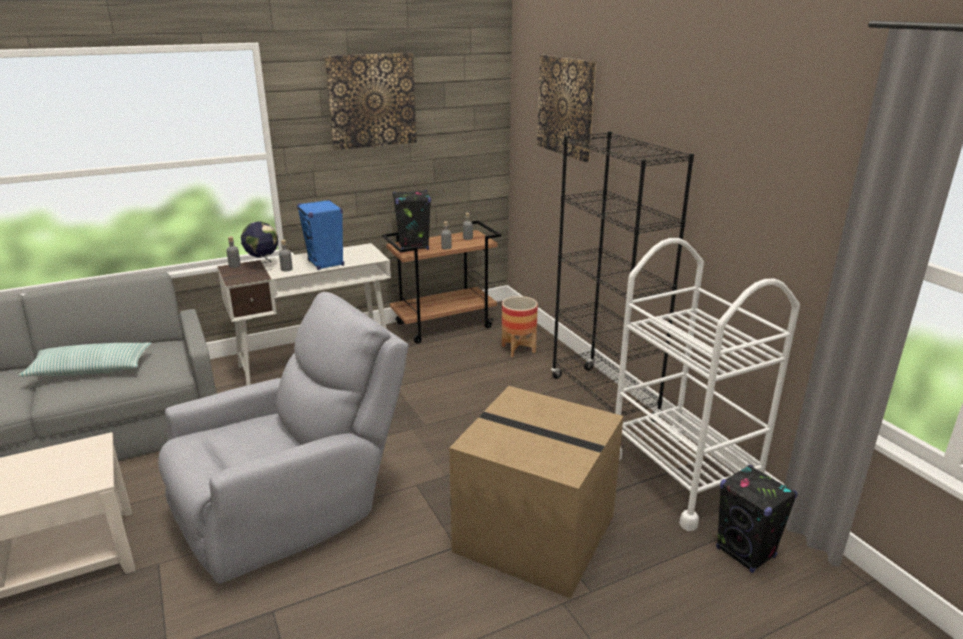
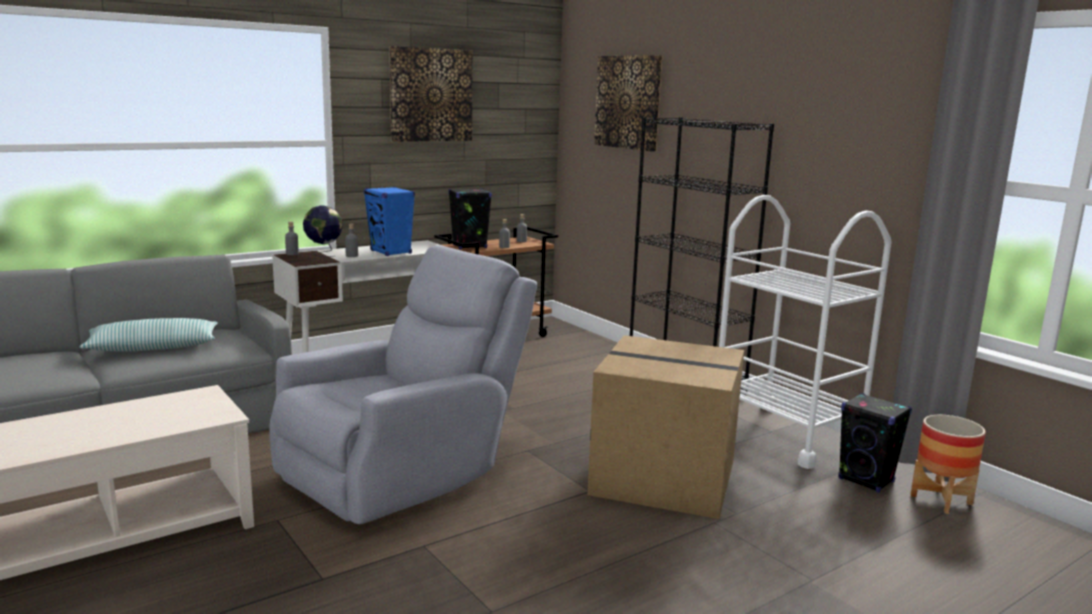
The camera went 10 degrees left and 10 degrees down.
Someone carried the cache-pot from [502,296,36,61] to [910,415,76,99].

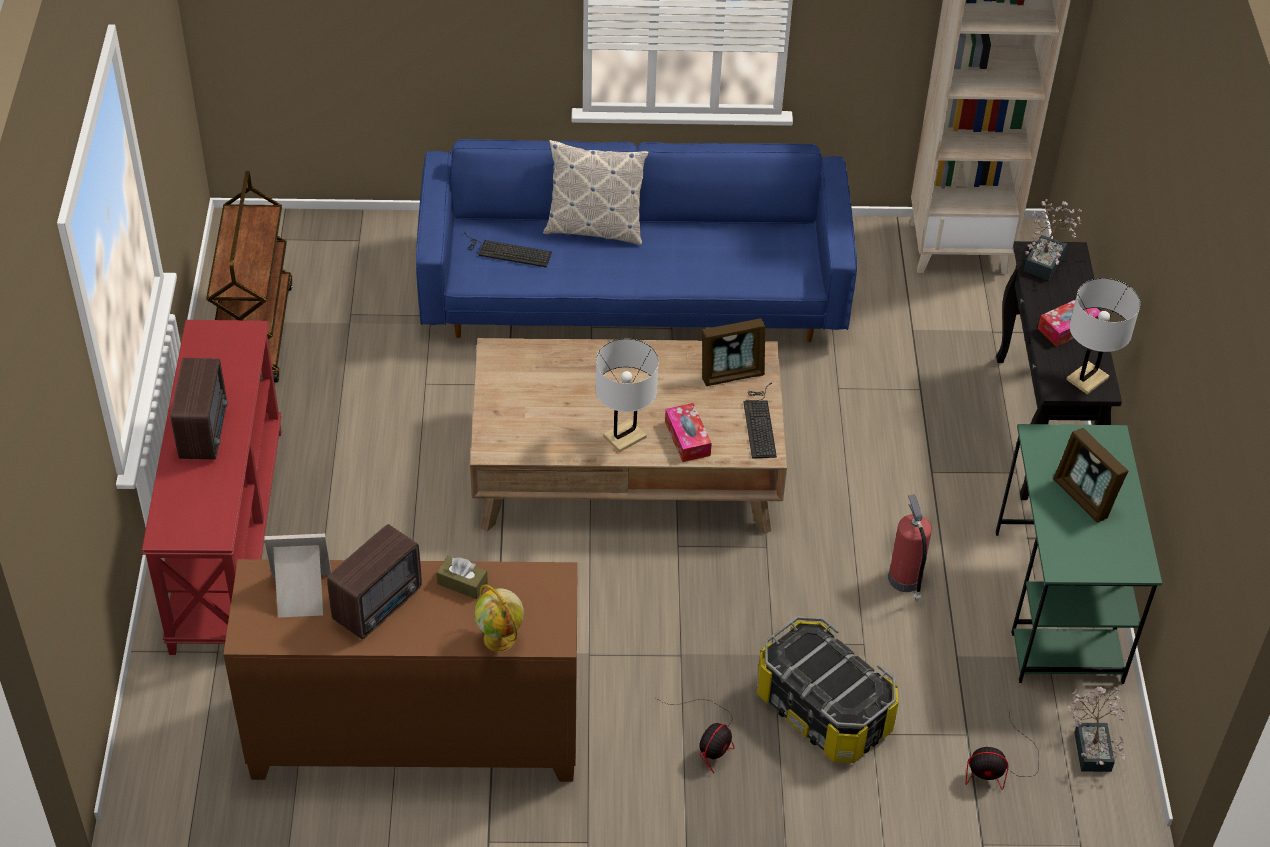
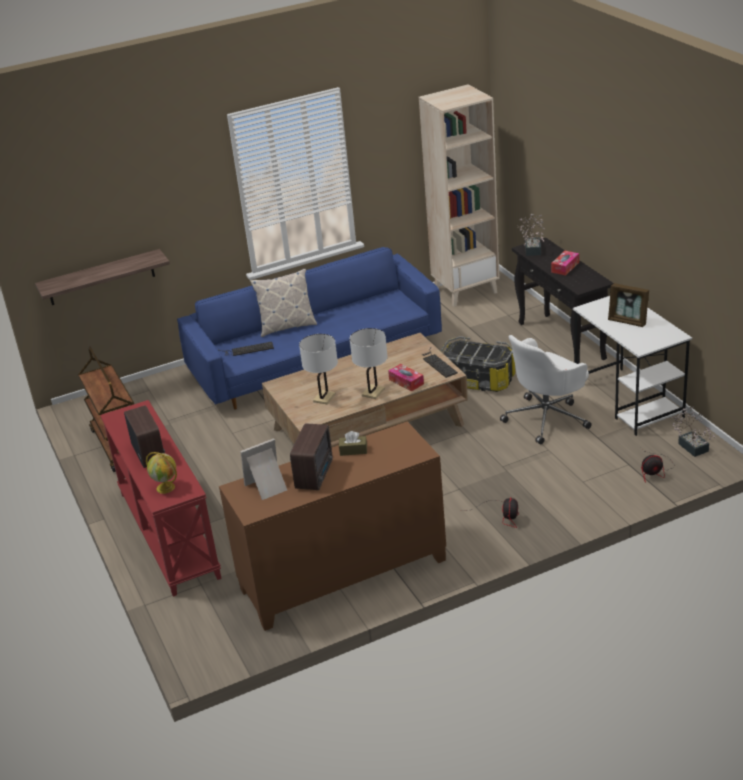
The camera went 20 degrees left and 15 degrees down.
Someone carried the globe from [474,585,50,67] to [146,452,31,42].
Someone took away the cadre photo at [702,318,64,68].
Someone carried the boîte de rangement from [757,616,142,147] to [440,336,75,56].
Someone swapped the extincteur at [888,494,44,108] for the chaise de bureau/blanc at [500,335,92,109].
Someone repainted the bureau/vert at [995,424,167,260], which became the bureau/blanc at [573,296,119,140].
Someone carried the lampe de table/blanc from [1066,278,74,117] to [299,334,39,70].
Someone put up the étagère at [35,249,135,56].

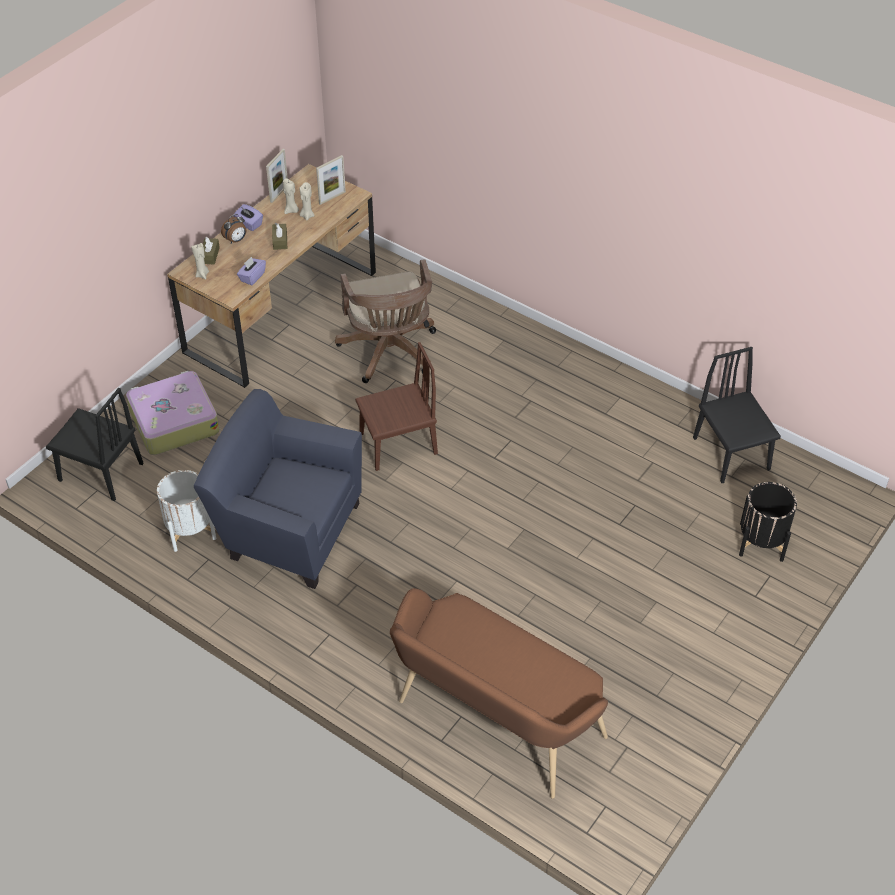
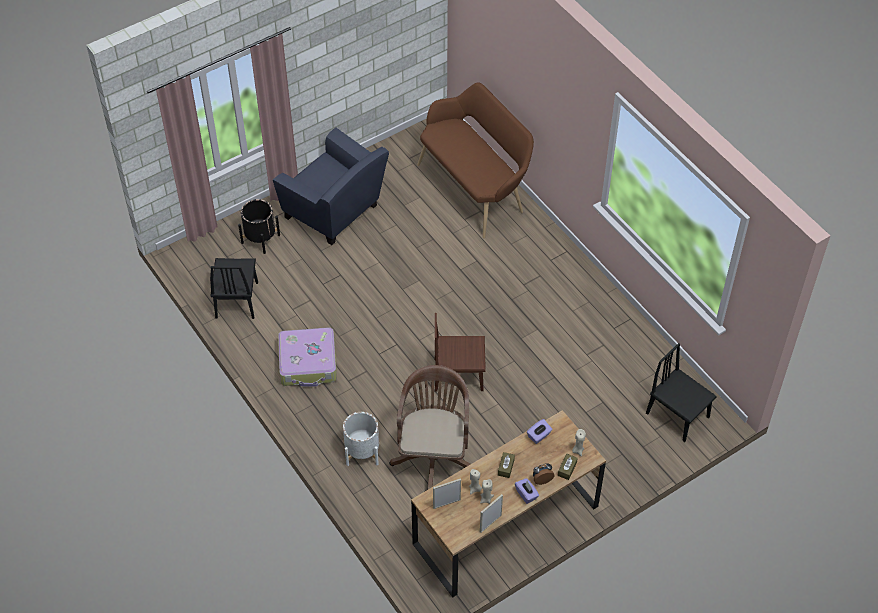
The camera went 160 degrees left and 5 degrees up.
Someone carried the valise from [126,371,94,84] to [278,327,59,60].
Someone carried the cache-pot/blanc from [157,470,59,82] to [343,412,36,54].
Someone carried the fauteuil/bleu from [194,389,168,200] to [273,127,116,118].

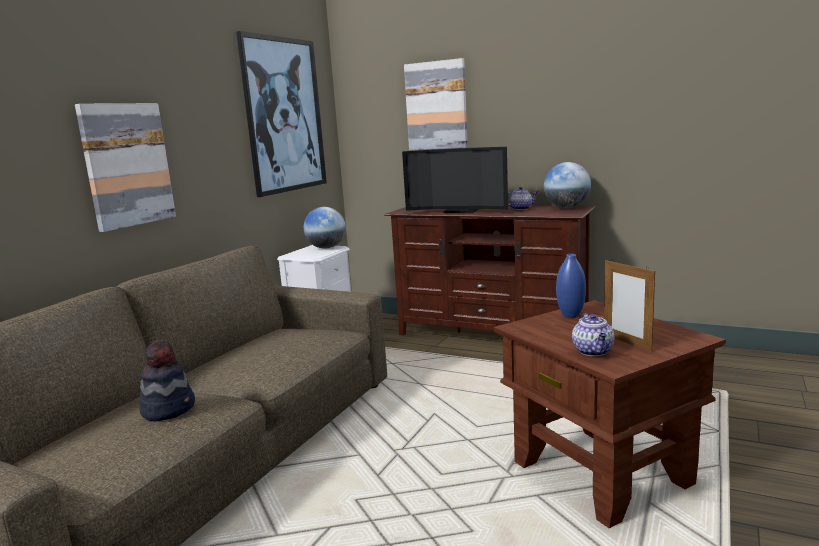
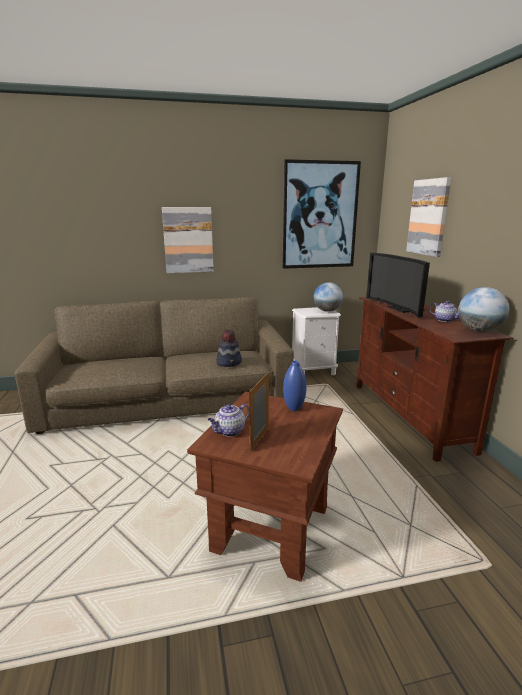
The camera went 50 degrees right and 5 degrees up.
Someone carried the chapeau from [140,340,55,81] to [216,329,26,38].

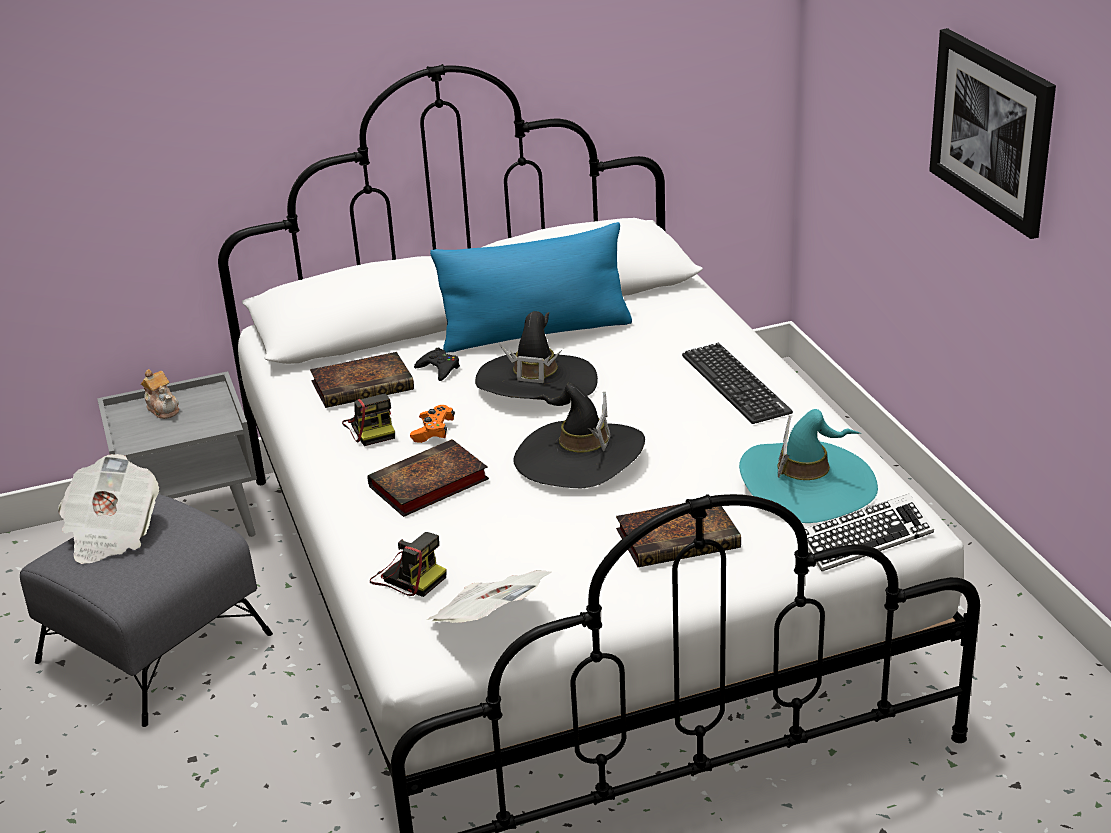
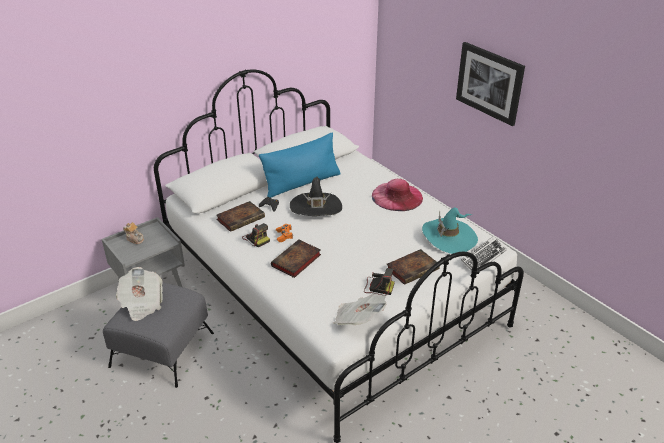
The camera went 20 degrees left and 5 degrees up.
Someone carried the appareil photo from [370,532,76,65] to [364,268,31,28].
Someone took away the chapeau/noir at [513,383,132,105].
Someone swapped the clavier at [682,343,111,81] for the chapeau/rose at [372,179,51,32].

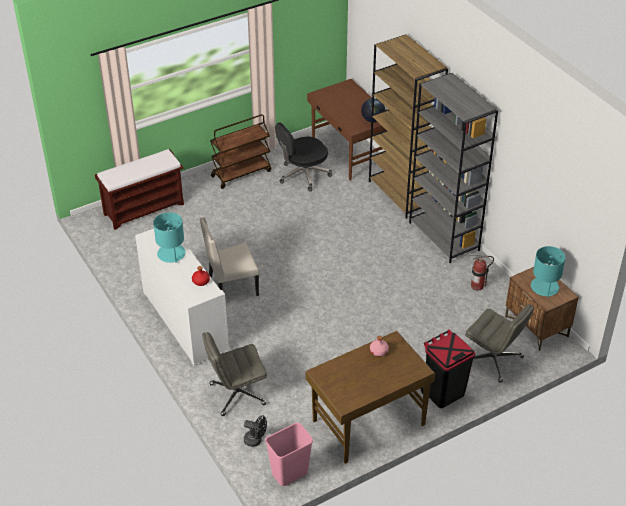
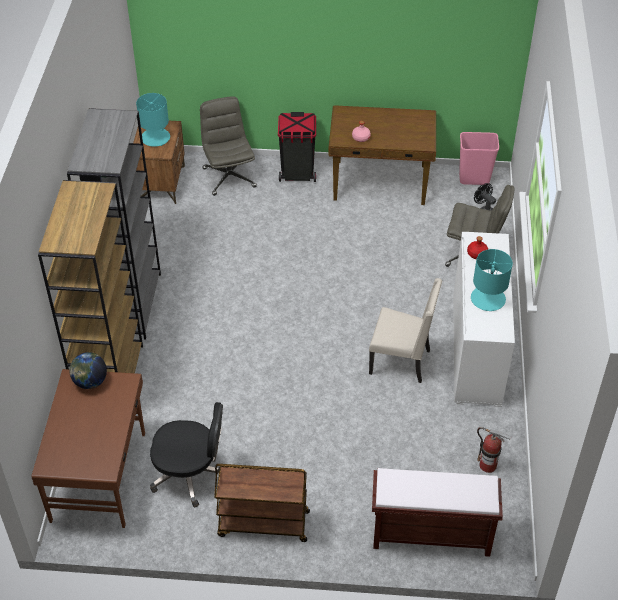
The camera went 145 degrees left and 5 degrees up.
Someone carried the extincteur from [469,253,25,37] to [477,427,34,46].

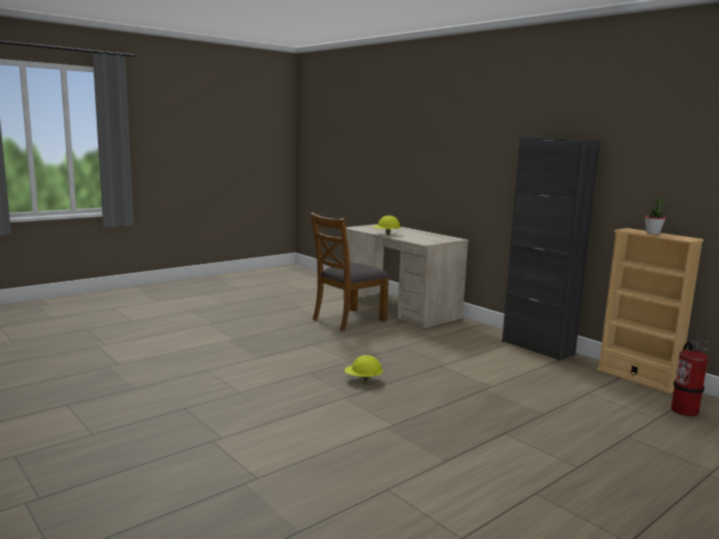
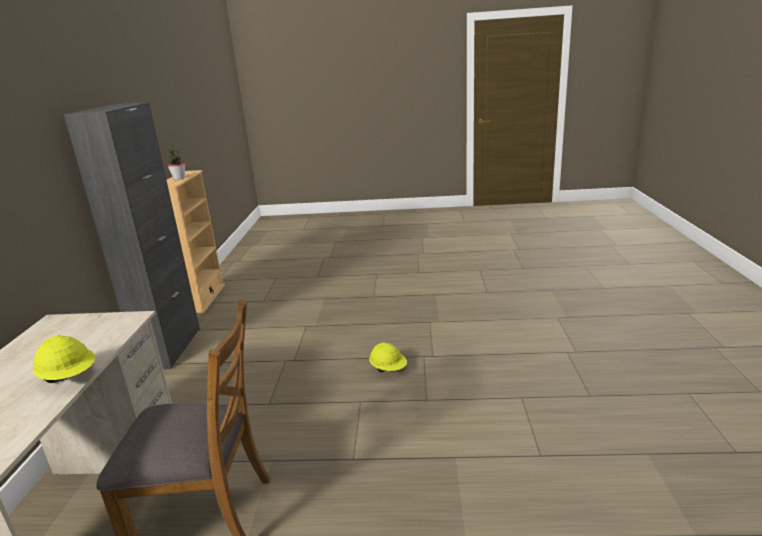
The camera went 135 degrees left and 10 degrees up.
Someone took away the extincteur at [671,341,38,75].

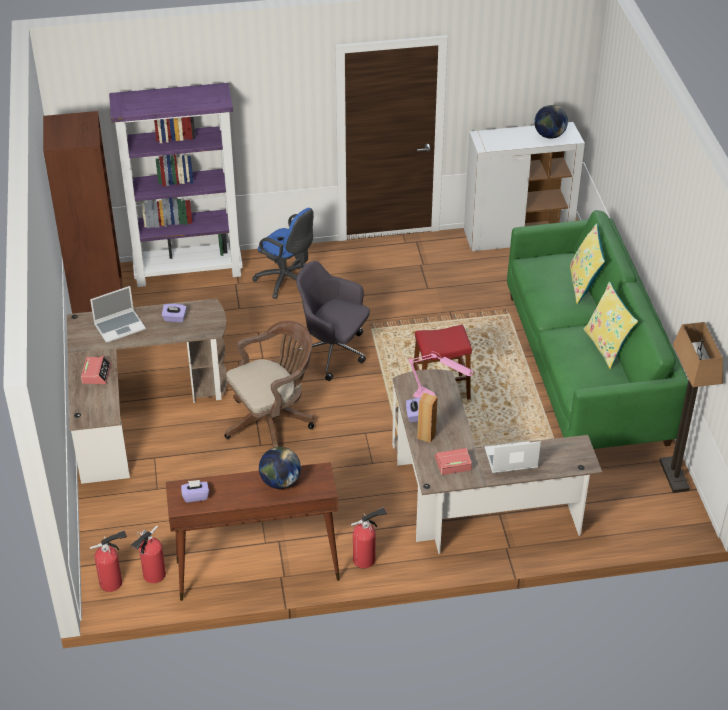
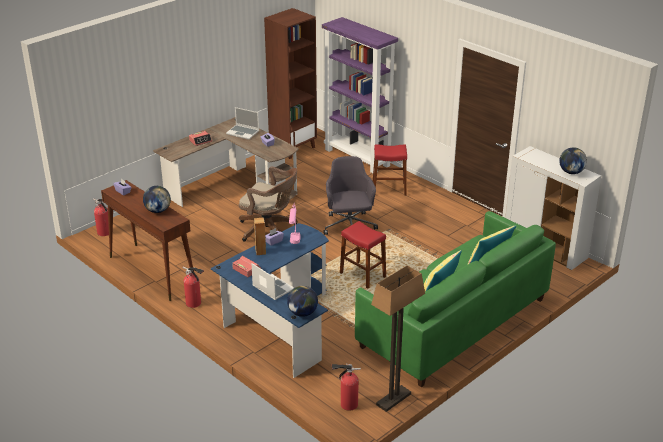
The camera went 55 degrees right and 10 degrees down.
Someone carried the extincteur from [131,525,35,58] to [332,363,29,48].
Someone swapped the chaise de bureau/bleu at [252,208,62,91] for the tabouret/rouge at [373,144,34,52].
Someone repainted the bureau/marron at [392,369,210,185], which became the bureau/bleu at [211,223,118,155].
Someone put down the globe at [287,286,31,31].

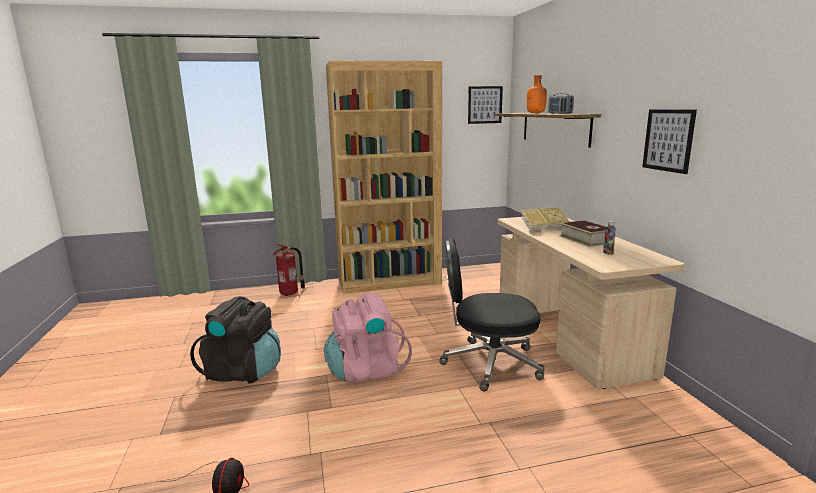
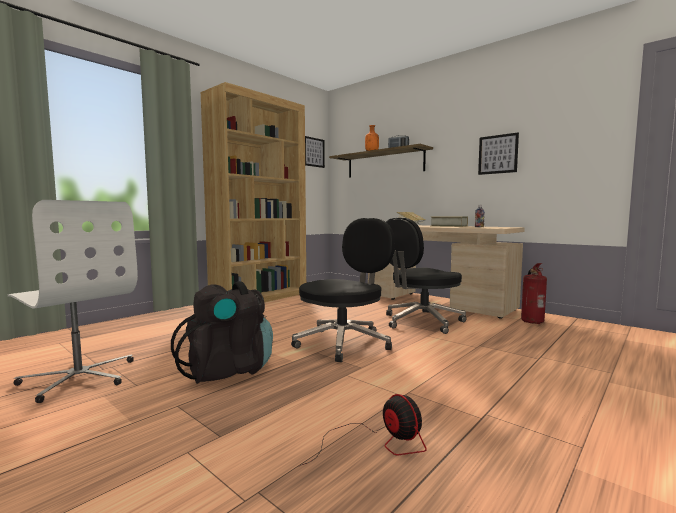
The camera went 35 degrees left and 10 degrees down.
Someone carried the extincteur from [273,244,32,52] to [521,263,26,61].
Someone swapped the sac à dos/rose at [324,293,88,90] for the chaise de bureau/noir at [291,218,104,144].
Someone put down the chaise de bureau/blanc at [8,200,130,203].

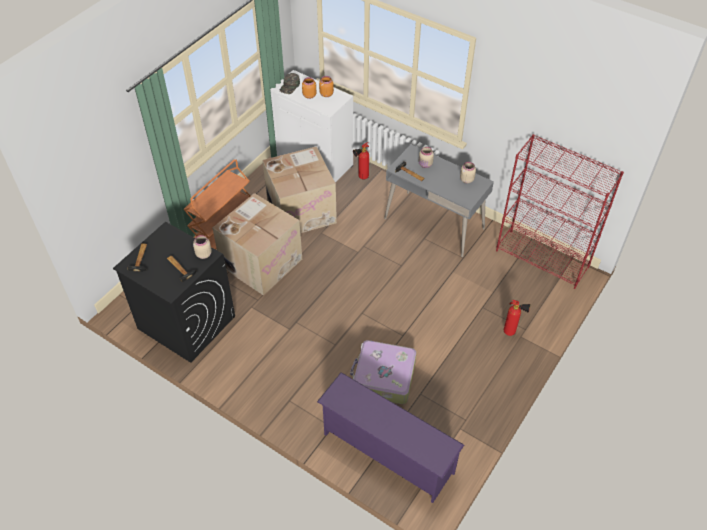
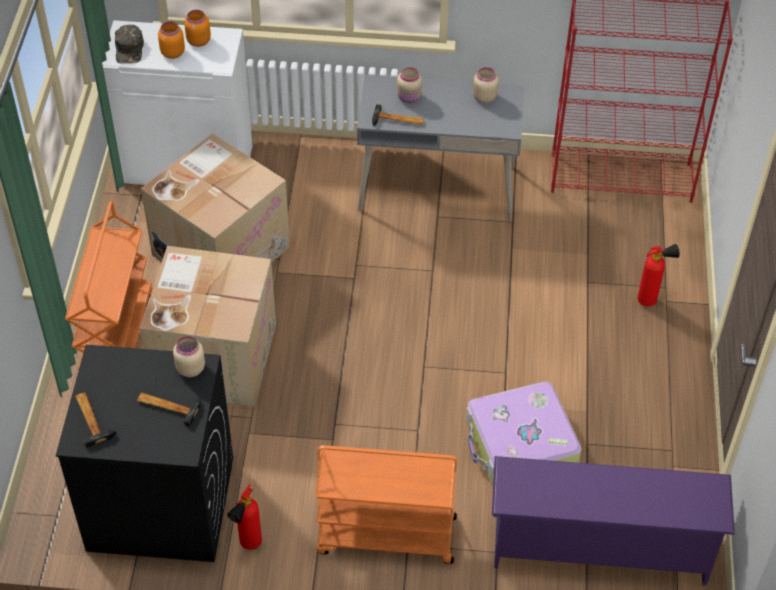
The camera went 30 degrees left and 0 degrees up.
Someone carried the extincteur from [353,142,16,38] to [227,484,35,66].
Someone put down the chariot/orange at [316,445,141,119].

